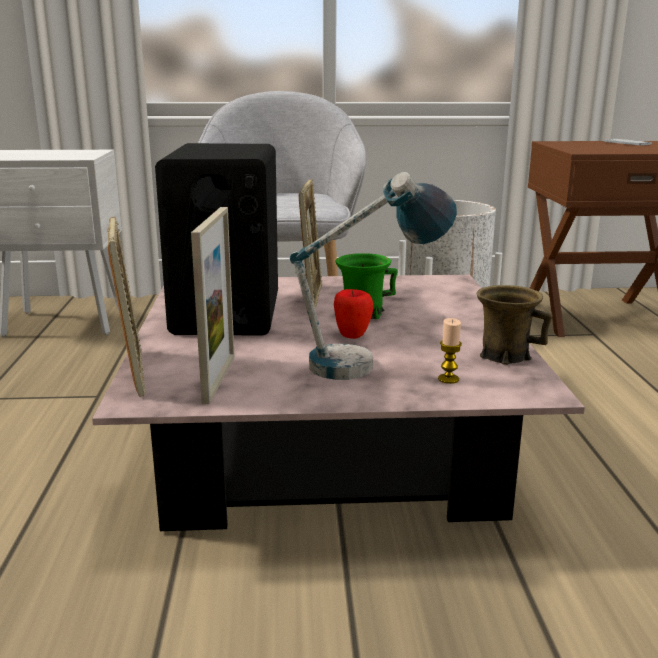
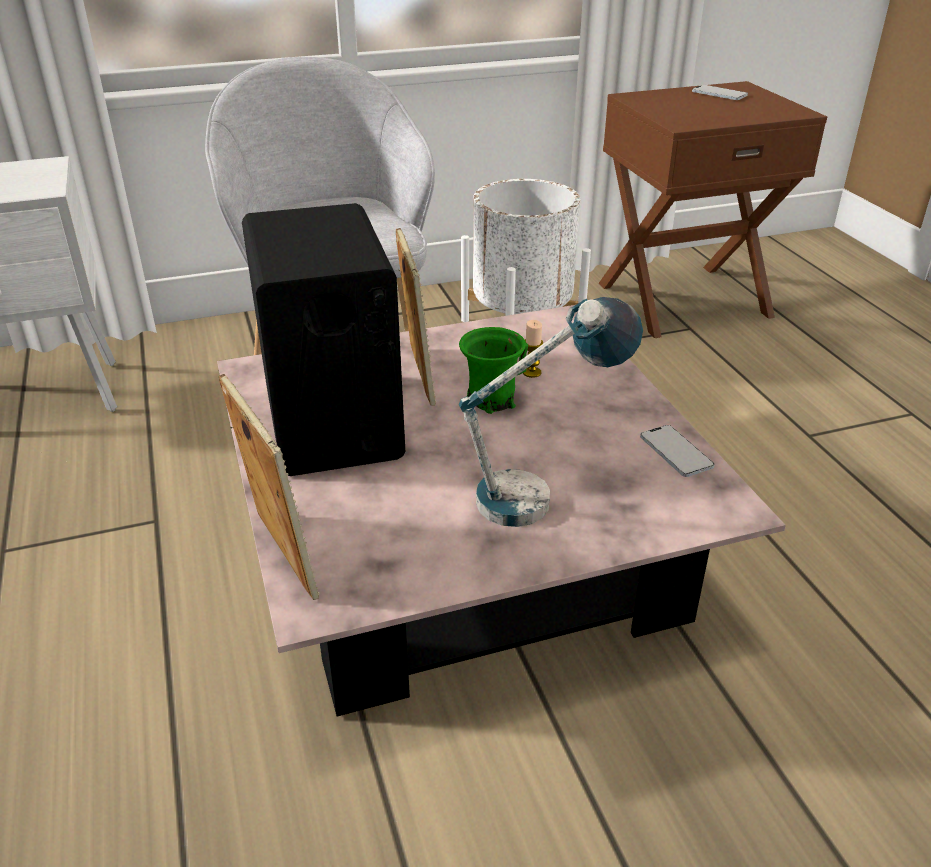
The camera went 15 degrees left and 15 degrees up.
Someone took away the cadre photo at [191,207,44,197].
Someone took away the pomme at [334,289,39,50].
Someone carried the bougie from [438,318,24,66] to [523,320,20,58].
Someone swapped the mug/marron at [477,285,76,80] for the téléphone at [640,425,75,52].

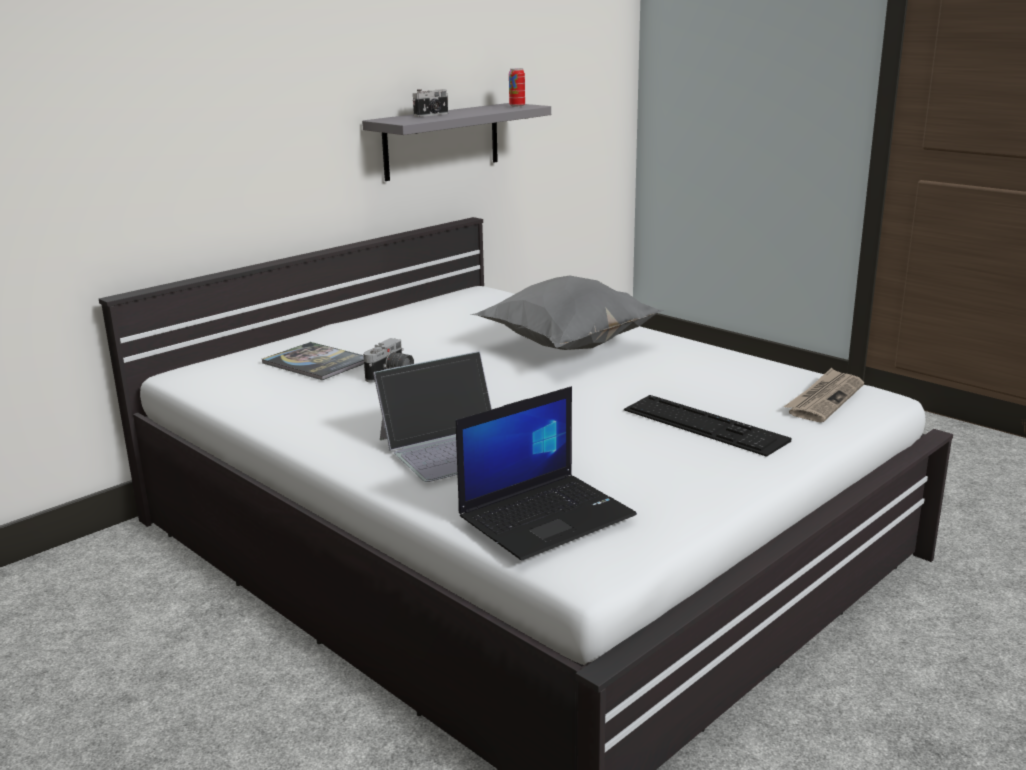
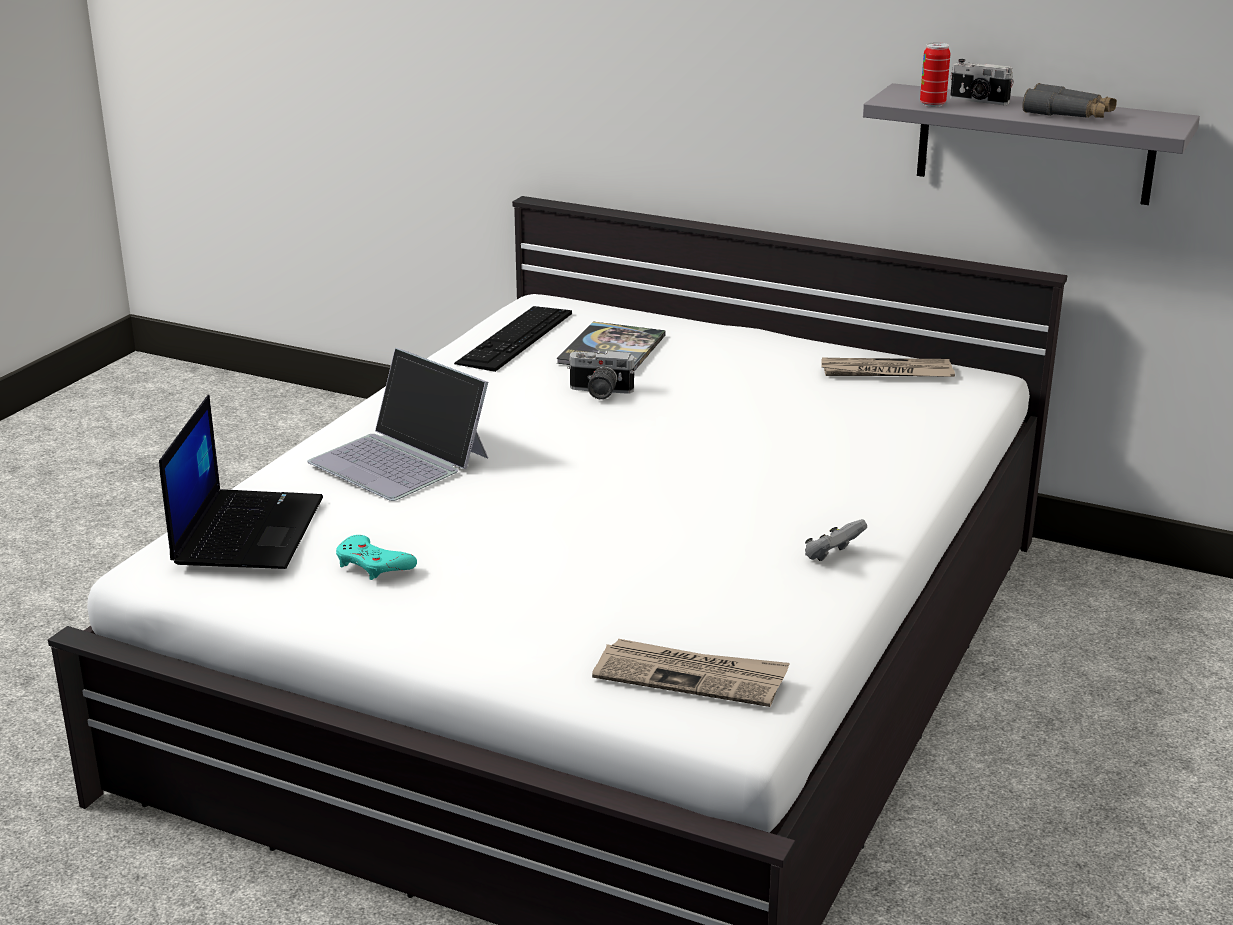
The camera went 70 degrees right and 5 degrees up.
Someone rotated the ordinateur portable at [456,386,181,175] by 120 degrees counterclockwise.
Someone took away the coussin/gris at [470,275,194,75].
Someone carried the boîte métallique from [509,68,16,39] to [920,42,30,65].
Someone carried the clavier from [624,395,168,62] to [454,306,118,66].
Someone put down the manette/turquoise at [336,535,81,45].
Someone put down the manette/gris at [805,519,62,42].
Someone put down the journal at [821,357,134,20].
Someone put down the jumelles/gris at [1022,83,95,35].

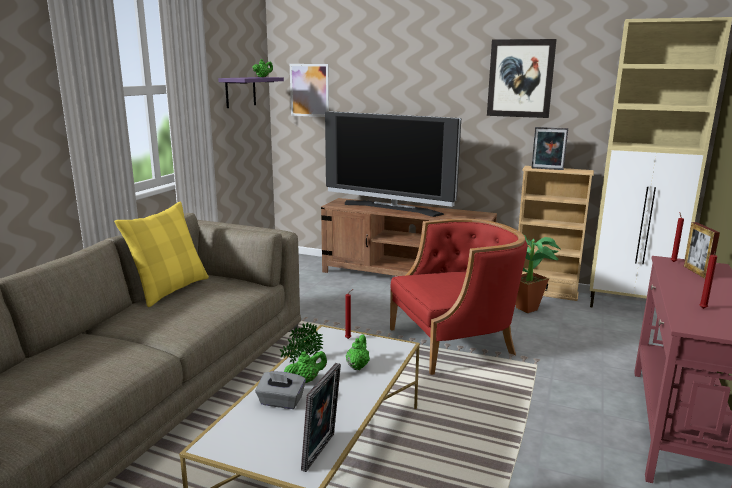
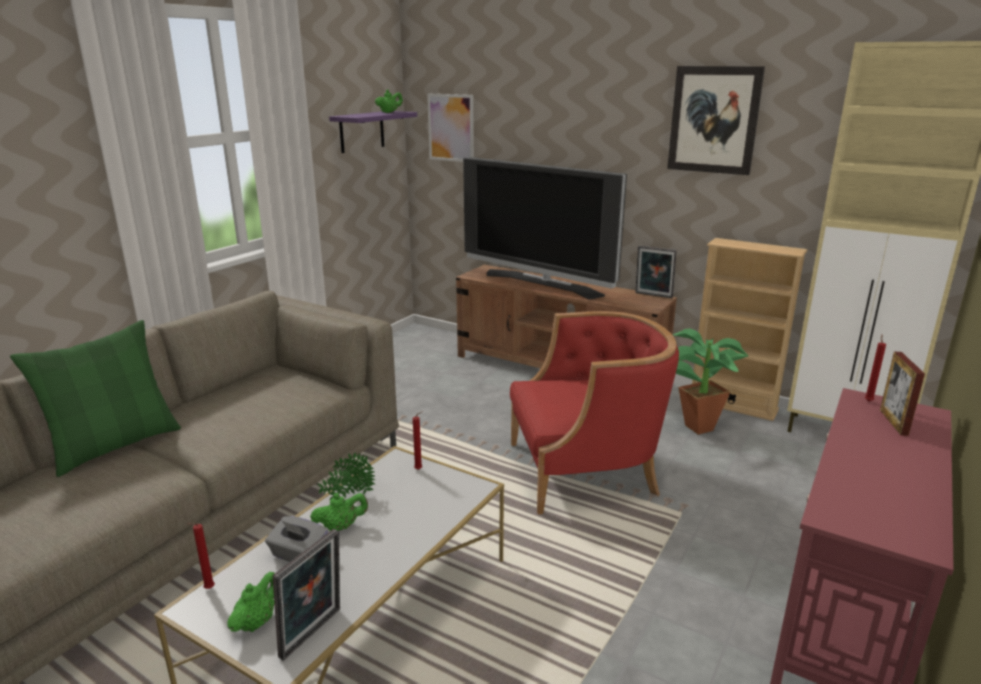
The camera went 10 degrees right and 5 degrees up.
Someone took away the coussin/jaune at [114,202,95,105].
Someone carried the théière/vert from [346,334,24,36] to [227,572,48,60].
Someone carried the cadre photo from [531,127,37,43] to [635,246,42,52].
Someone carried the bougie/rouge from [699,251,18,58] to [187,523,28,66].
Someone put down the coussin/vert at [10,320,171,157].

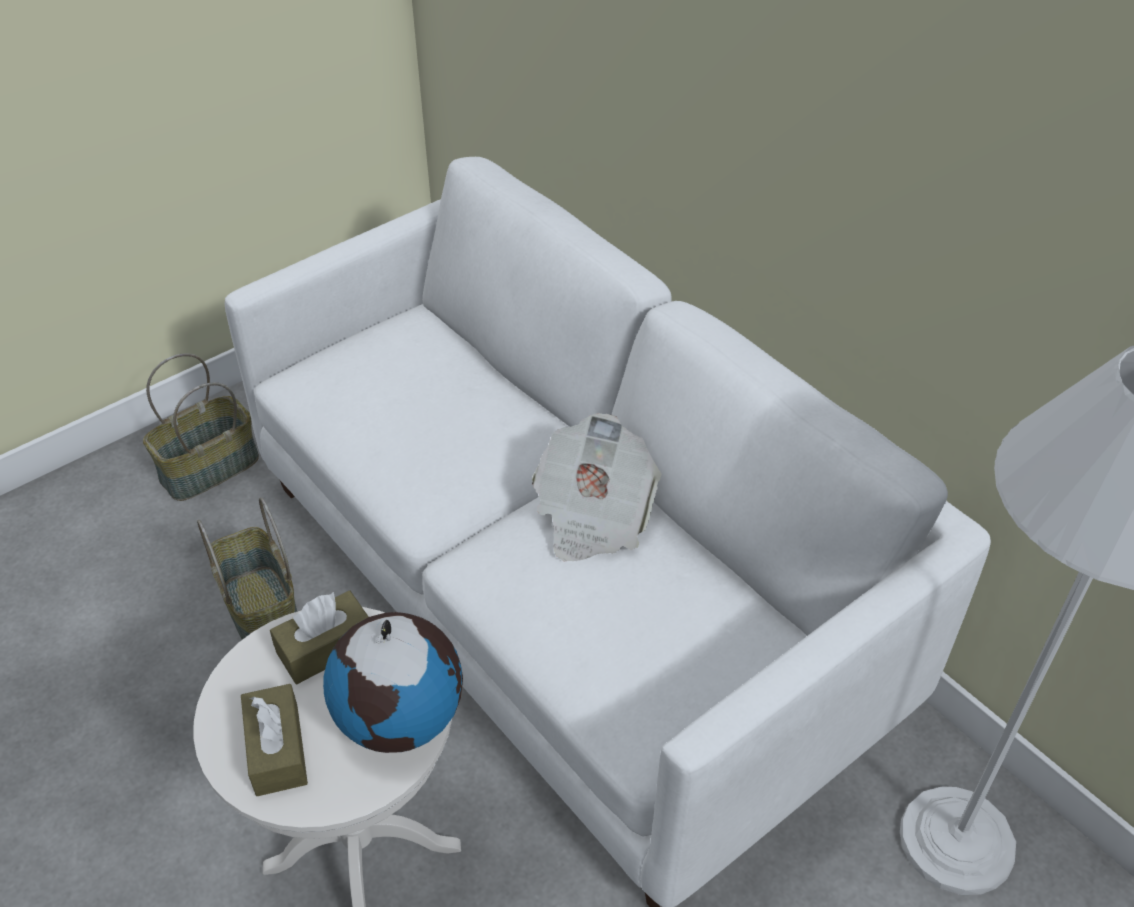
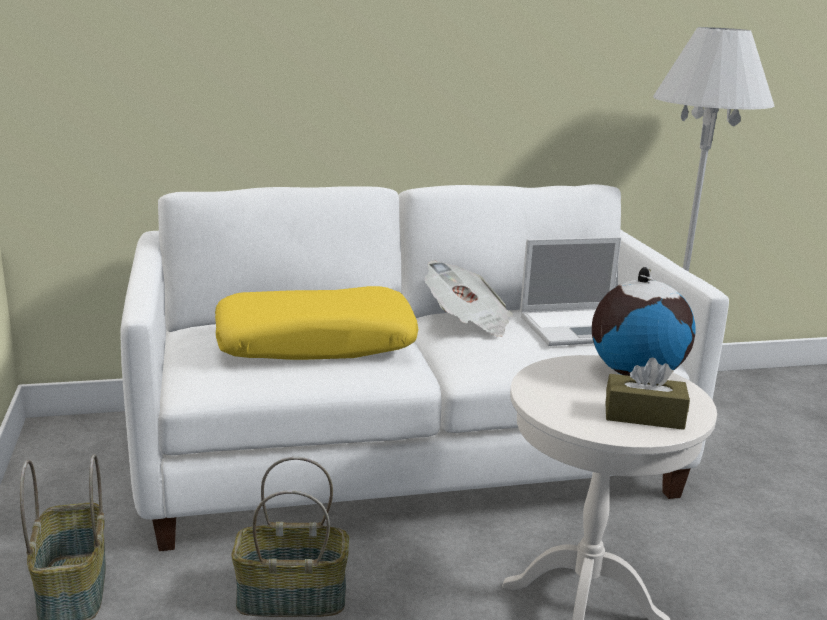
The camera went 65 degrees left and 25 degrees down.
Someone took away the boîte à mouchoirs/marron at [270,591,98,93].
Someone put down the coussin/jaune at [215,286,203,74].
Someone put down the ordinateur portable at [520,237,101,109].

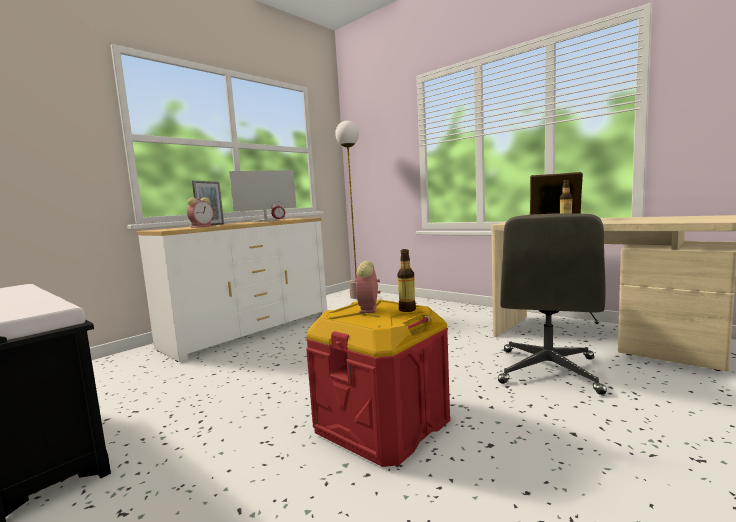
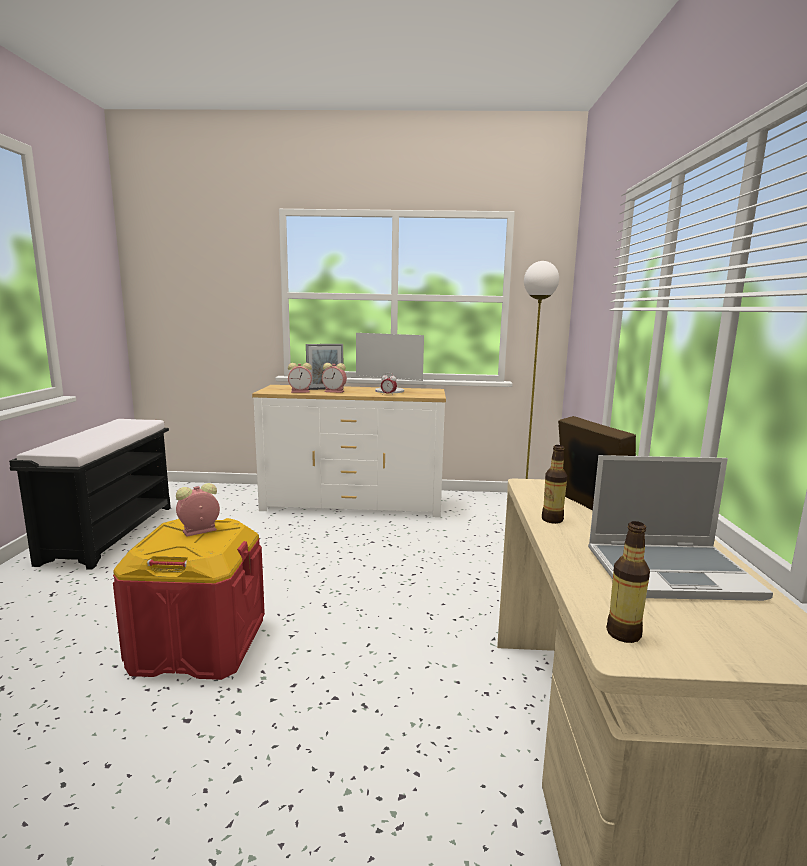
The camera went 50 degrees right and 5 degrees up.
Someone carried the bouteille from [397,249,19,63] to [606,521,44,122].
Someone took away the chaise de bureau/gris at [498,213,109,182].
Someone put down the réveil at [322,363,25,30].
Someone put down the ordinateur portable at [588,455,185,146].

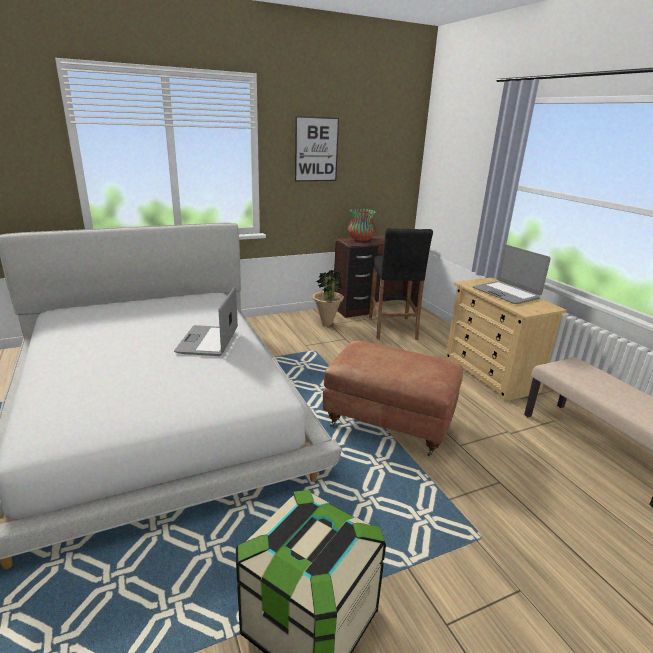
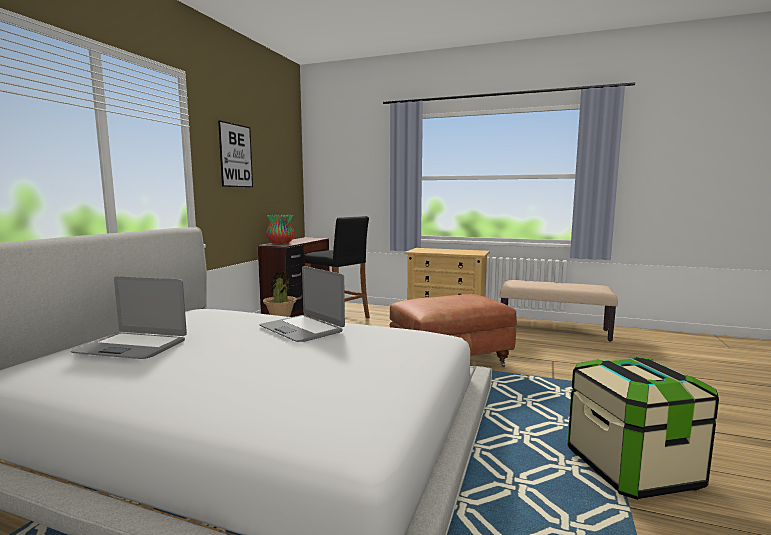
The camera went 45 degrees left and 15 degrees down.
Someone carried the ordinateur portable from [473,245,78,59] to [71,276,116,83].

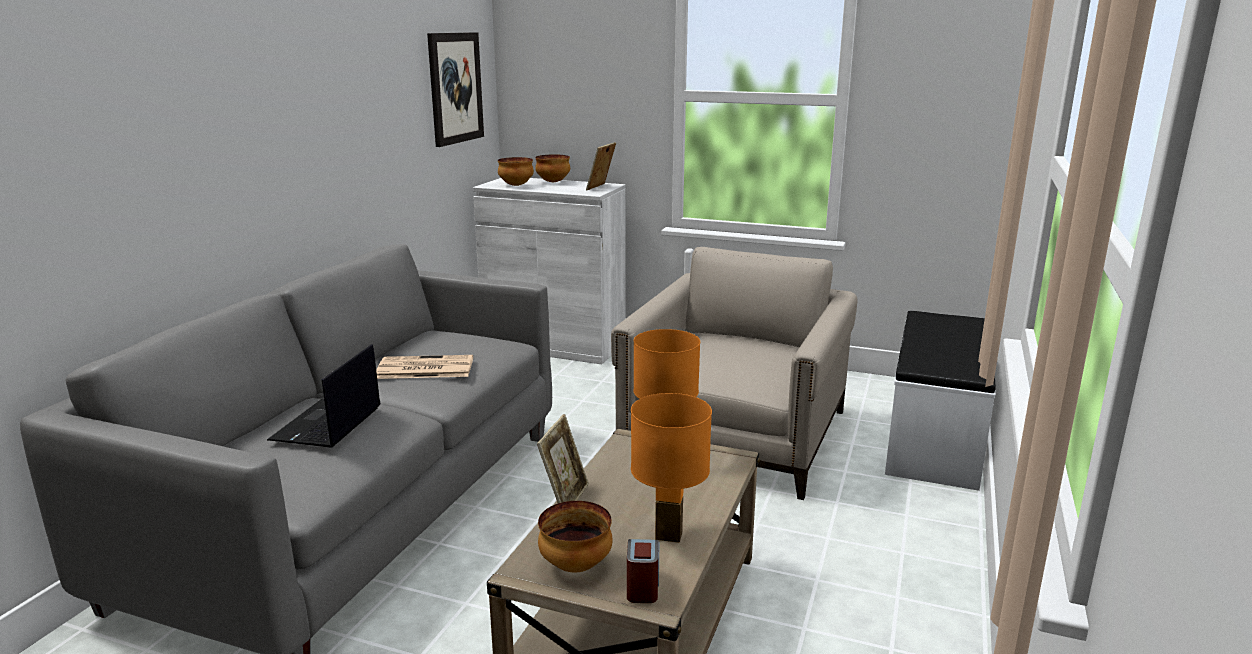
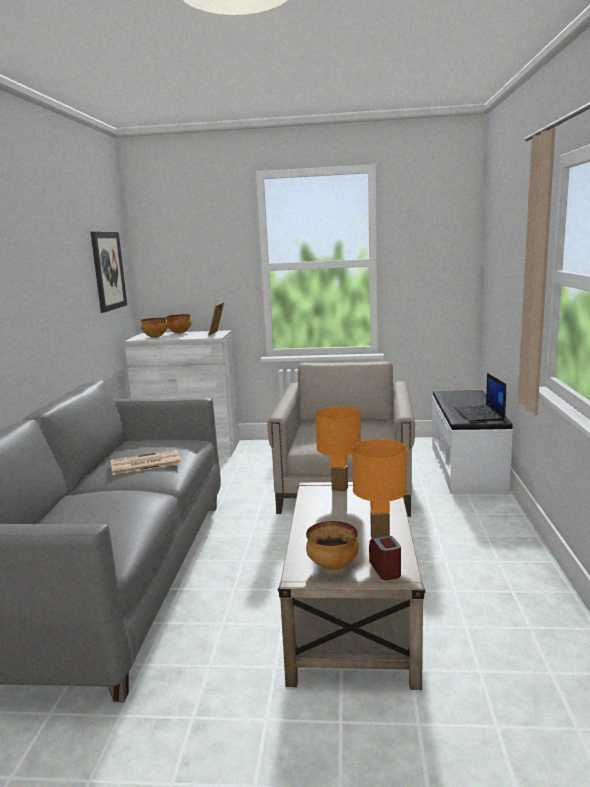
The camera went 15 degrees left and 5 degrees down.
Someone carried the ordinateur portable from [267,344,113,104] to [454,373,52,49].
Someone took away the cadre photo at [537,414,52,89].

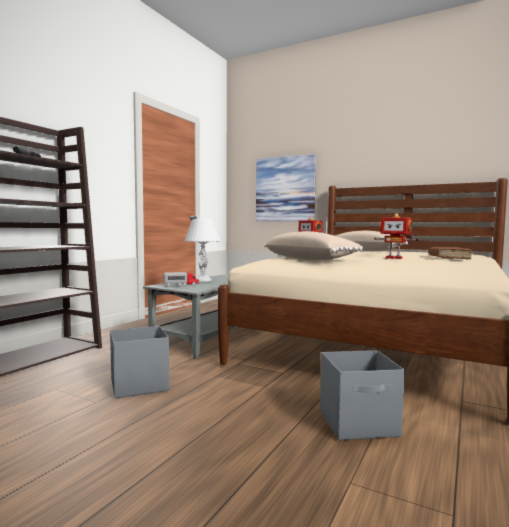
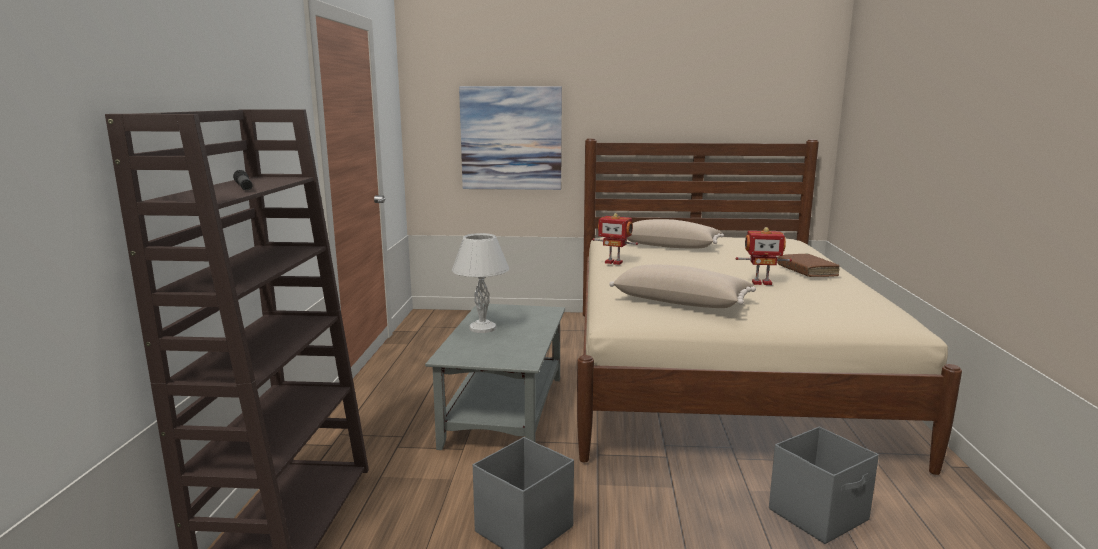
The camera went 25 degrees left and 10 degrees up.
Someone took away the camion jouet at [164,272,35,15].

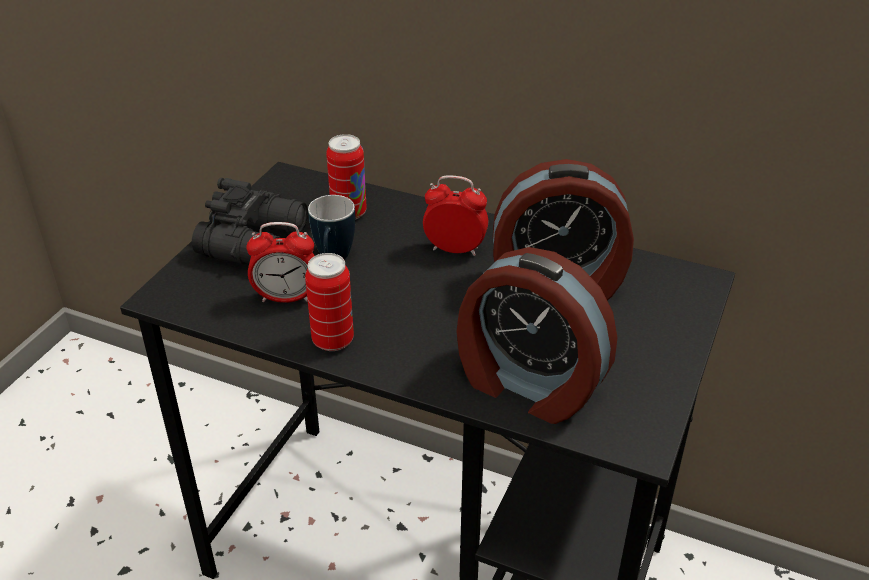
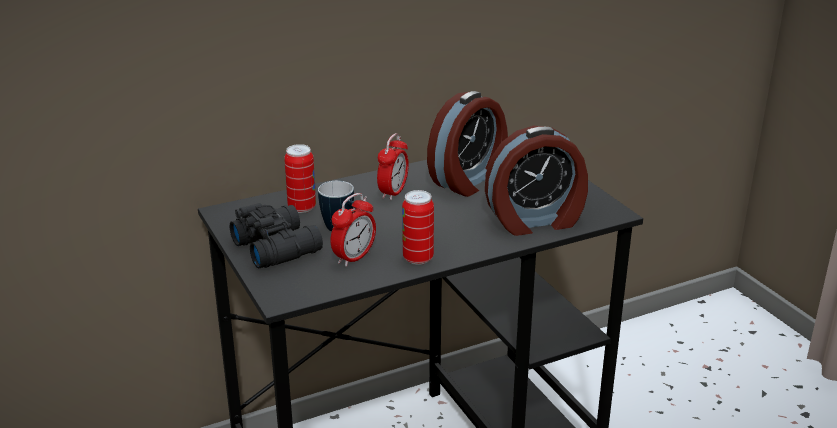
The camera went 50 degrees left and 10 degrees down.
Someone rotated the réveil at [423,175,65,81] by 150 degrees clockwise.

